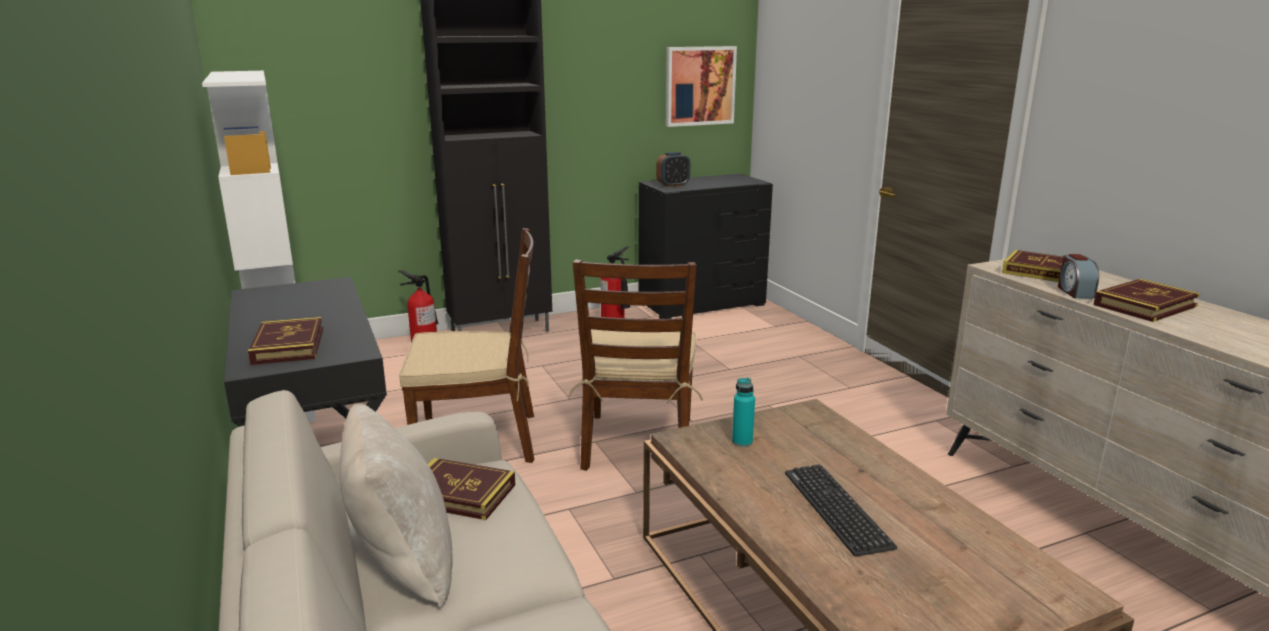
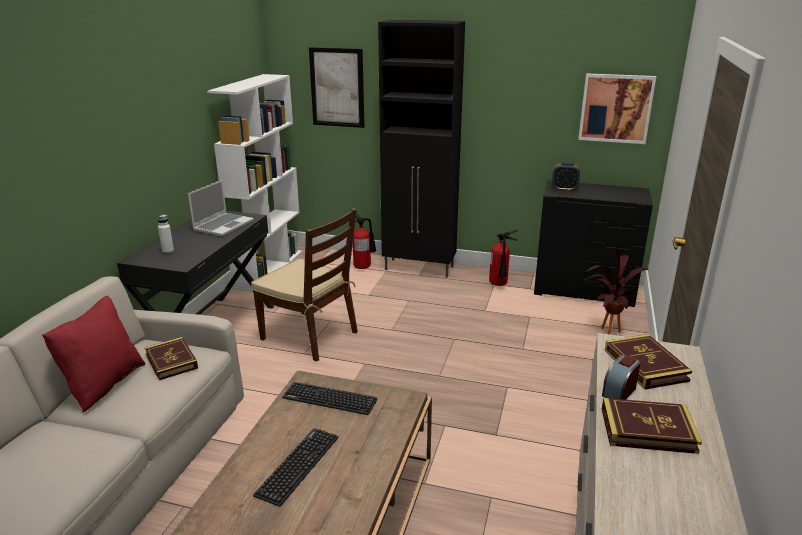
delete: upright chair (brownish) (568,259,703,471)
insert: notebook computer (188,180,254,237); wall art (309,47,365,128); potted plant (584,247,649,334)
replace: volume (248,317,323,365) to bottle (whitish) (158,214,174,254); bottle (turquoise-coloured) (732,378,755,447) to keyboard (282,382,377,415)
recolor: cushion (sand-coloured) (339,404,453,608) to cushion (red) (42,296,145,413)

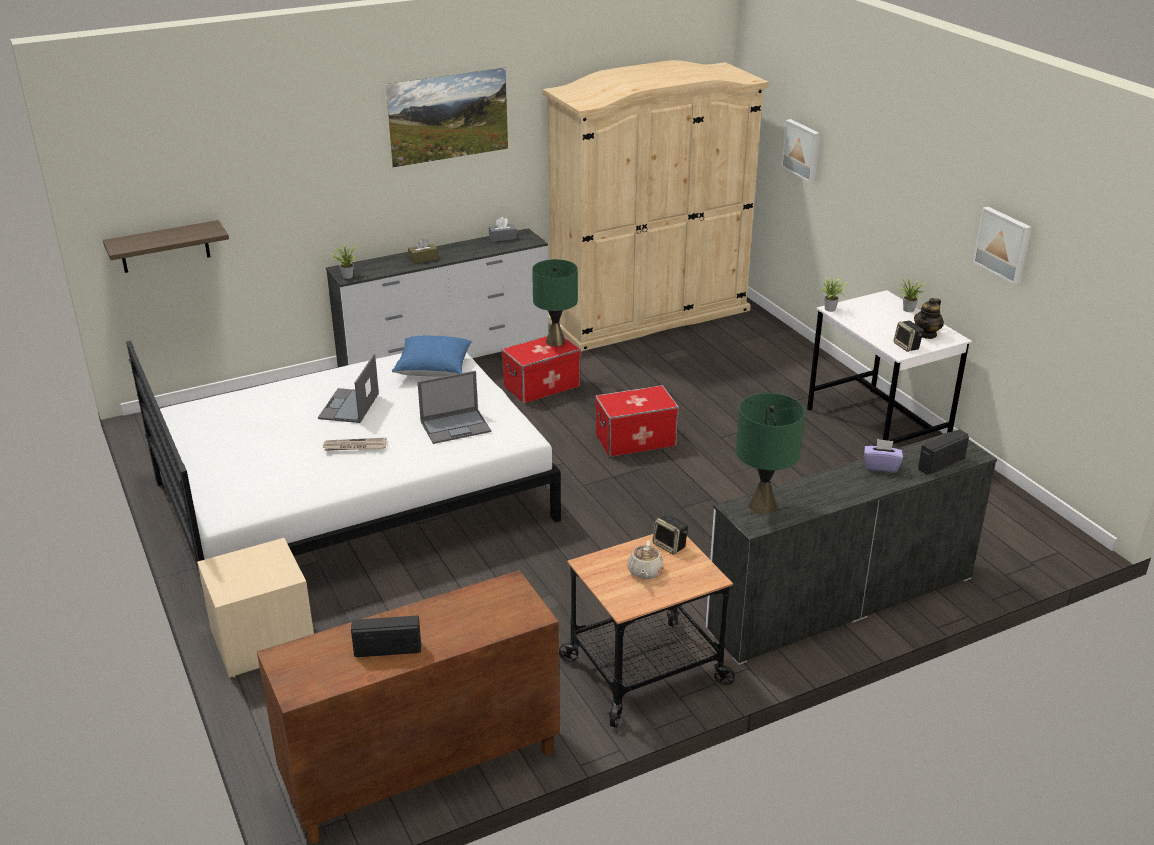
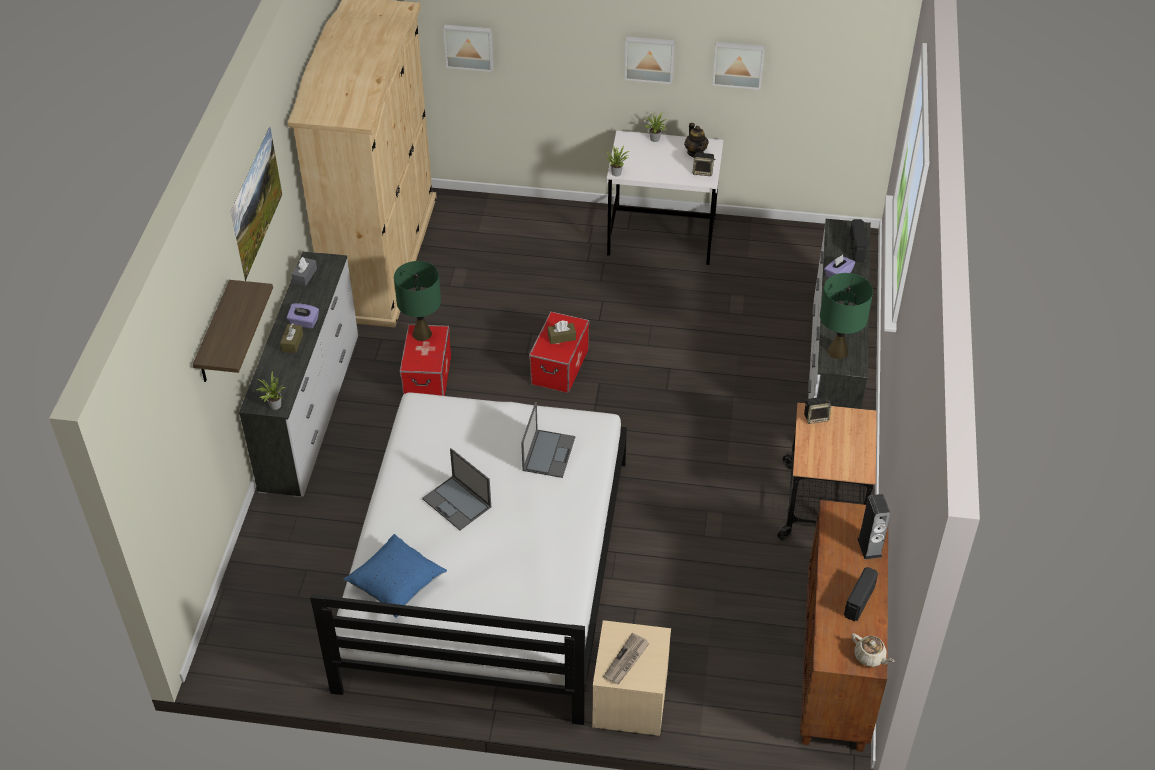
insert: tissue box (purple) (287,303,319,329); tissue box (brownish) (548,320,576,344); wall art (625,36,675,84); audio speaker (857,494,891,560)
move: bracket shelf (103,220,229,273) to (193,280,273,382); printed paper (322,438,387,451) to (603,633,650,684); cushion (blue) (392,336,472,377) to (343,534,447,618); pot for tea (sand-coloured) (627,540,664,579) to (852,633,895,667)

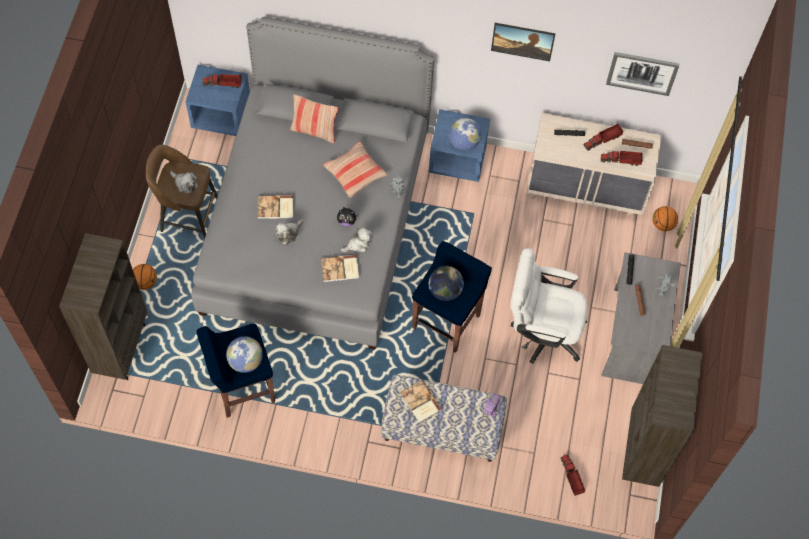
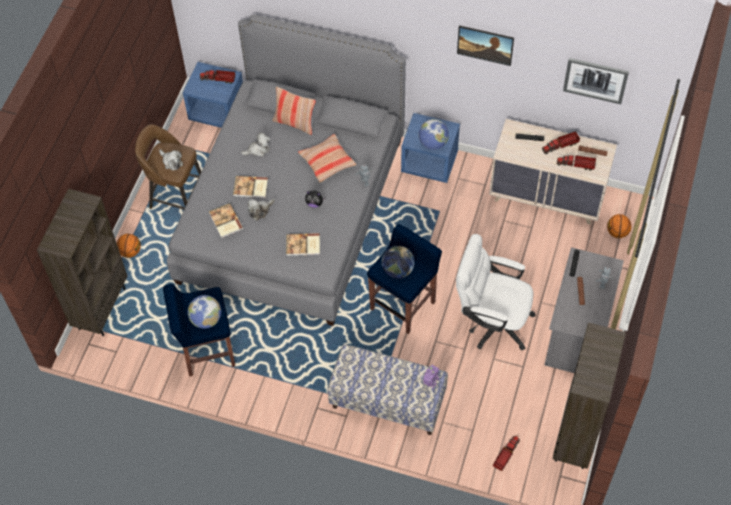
move: plush toy (340,226,372,252) to (241,133,270,157); volume (400,380,442,423) to (209,203,243,238)
rotate: toy truck (561,455,585,496) = (493,436,520,471) 45 degrees clockwise

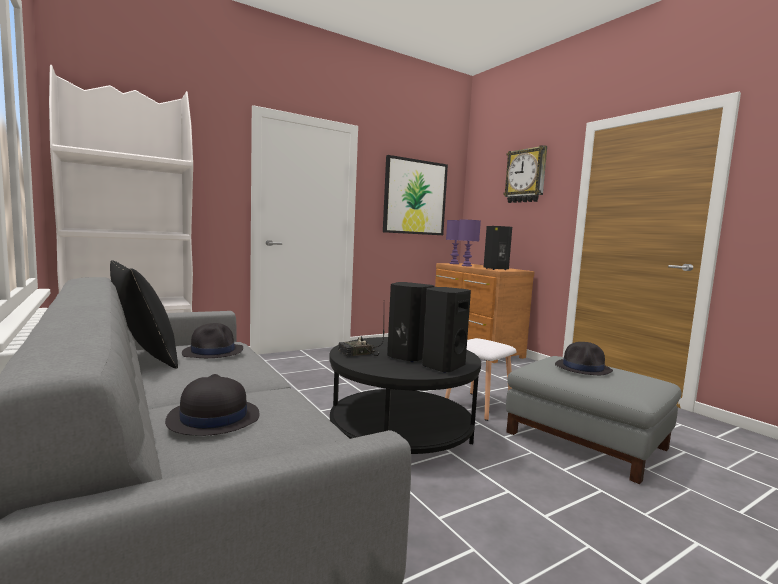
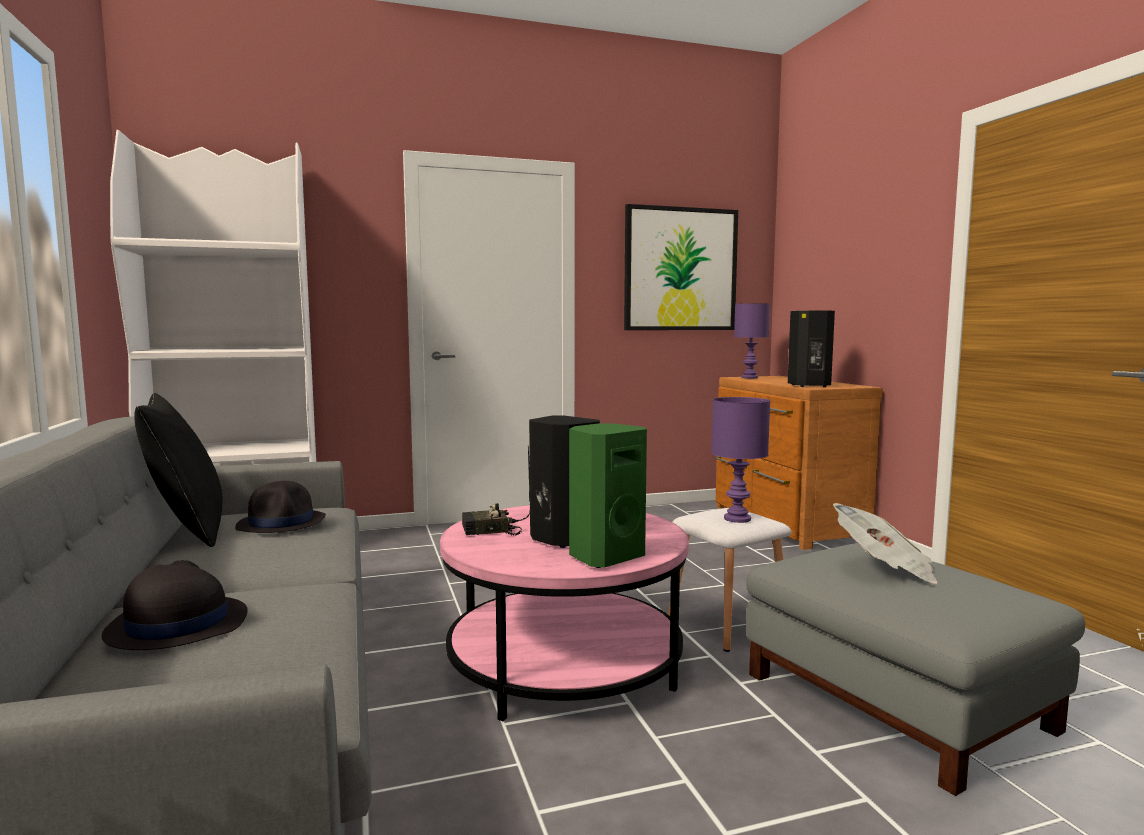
delete: hanging clock (503,145,547,203)
move: table lamp (purple) (458,220,481,267) to (711,397,770,523)
replace: hat (black-coloured) (555,342,613,375) to printed paper (833,503,937,584)
recolor: lounge table (black-coloured) (329,337,481,454) to lounge table (pinkish) (440,505,689,721); audio speaker (black-coloured) (422,287,471,373) to audio speaker (green) (569,423,647,568)

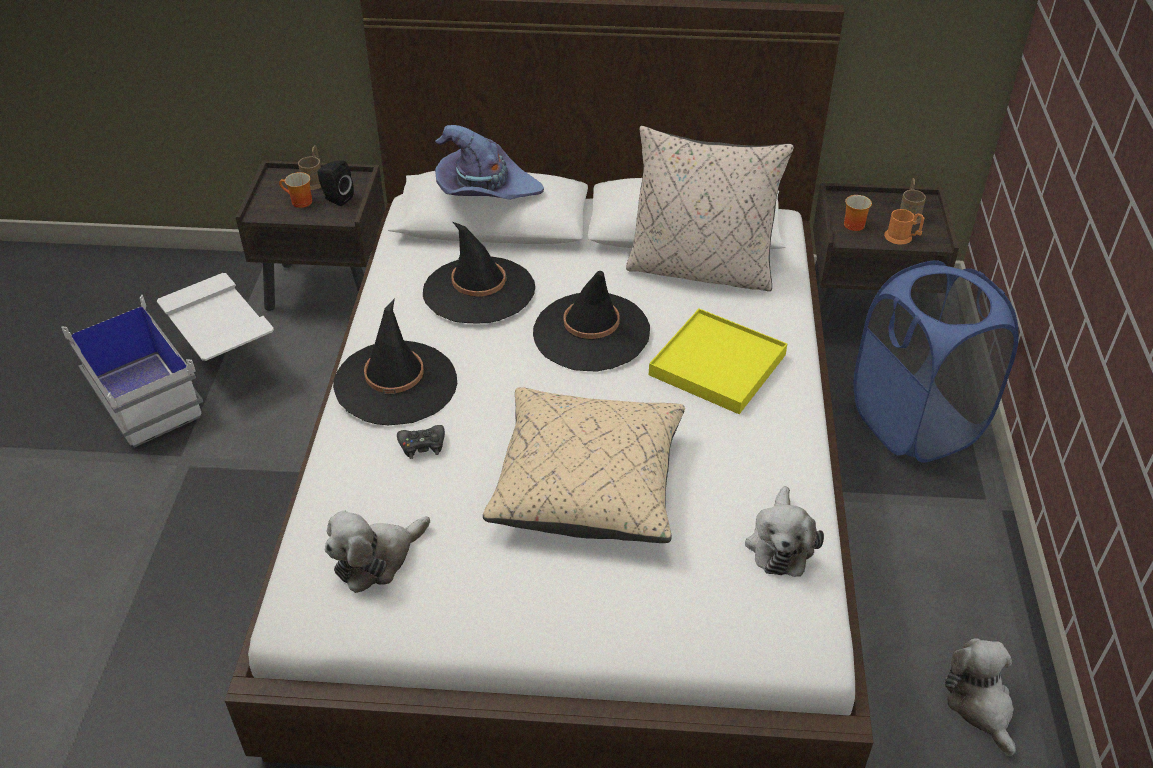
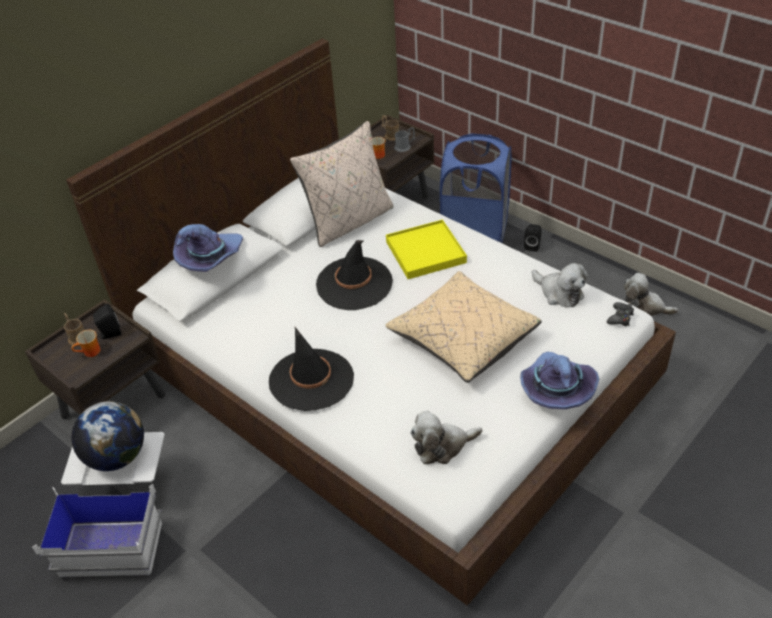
delete: hat (black-coloured) (423,221,535,323)
insert: world globe (71,401,144,471); hat (purple) (520,352,599,409); audio speaker (black-coloured) (524,224,542,252)
move: joypad (black-coloured) (397,425,445,459) to (607,302,634,326)
recolor: tea mug (orange) (884,209,925,245) to tea mug (grey) (394,128,415,152)
rotate: plush toy (325,510,430,593) = (410,411,482,464) 75 degrees clockwise

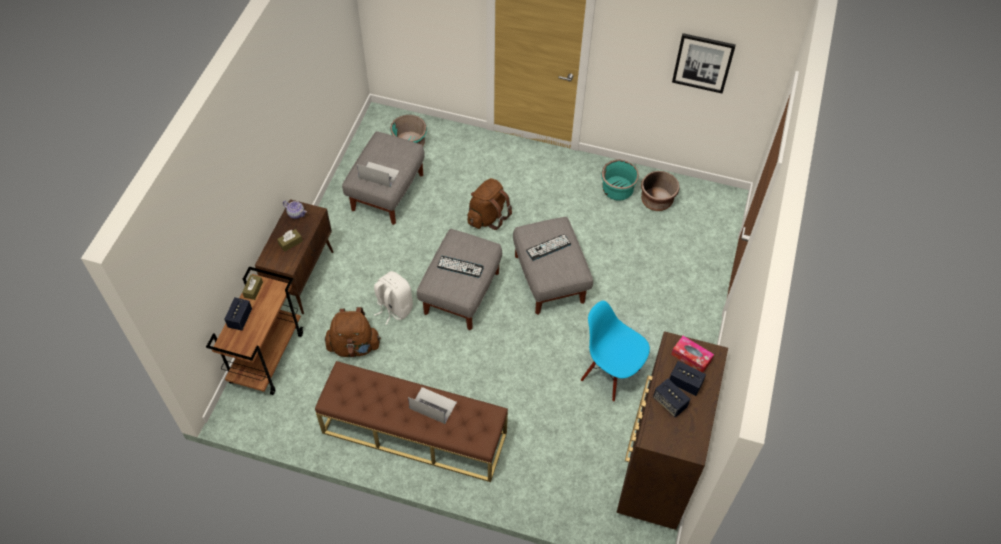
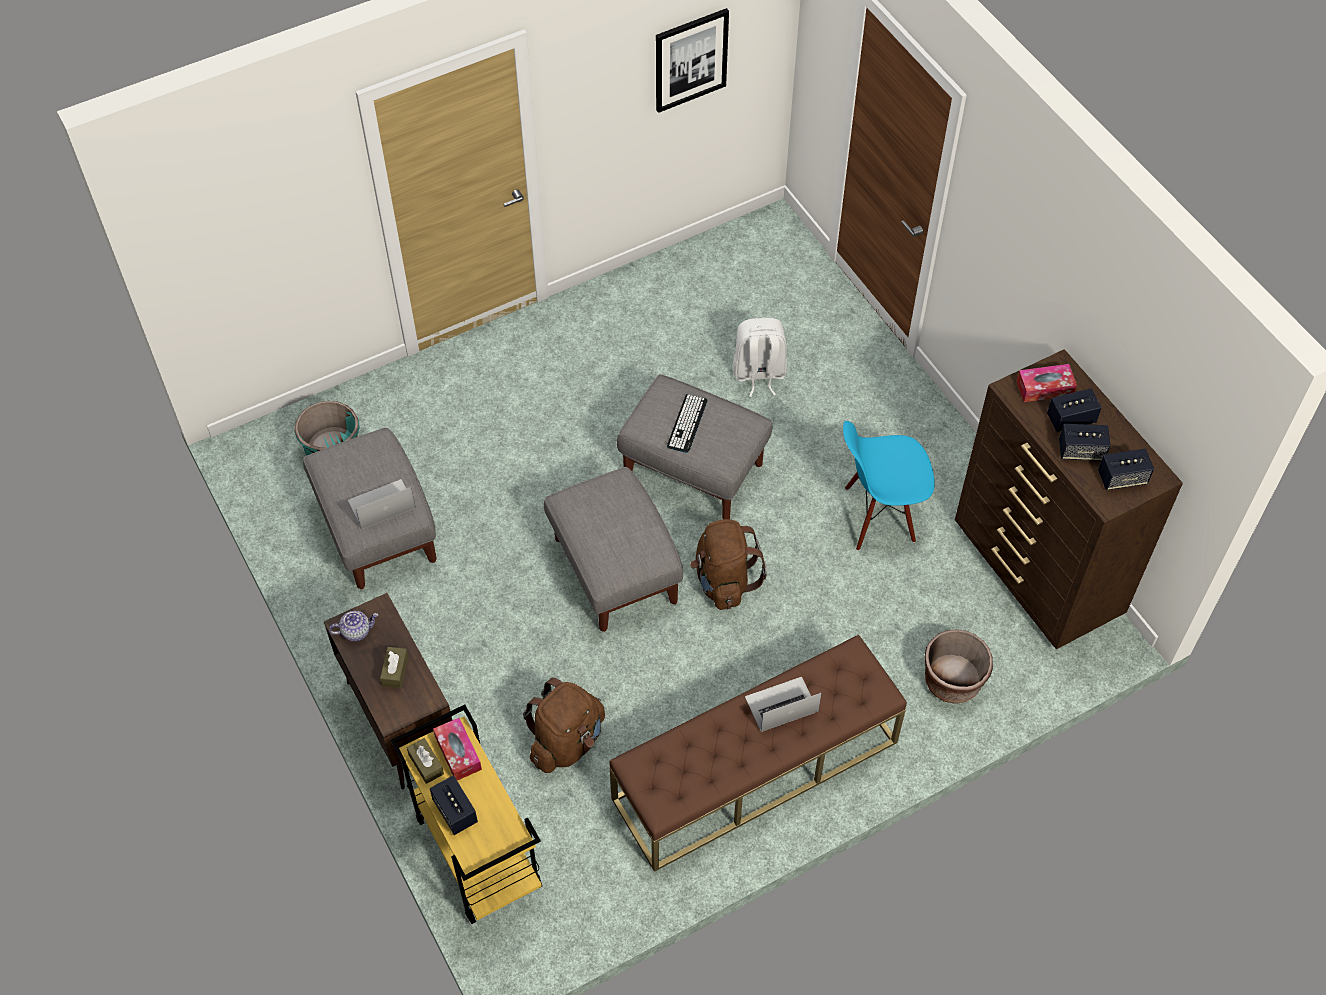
delete: keyboard (437,256,484,278); flower pot (turquoise-coloured) (601,160,639,201)
insert: tissue box (433,718,482,780); audio speaker (1098,449,1154,490)
move: knapsack (whitish) (374,271,413,325) to (732,318,787,397); knapsack (brownish) (468,178,512,230) to (690,519,767,610); flower pot (brownish) (641,171,679,211) to (924,629,993,704)
recolor: wheeled cart (brownish) (206,267,303,395) to wheeled cart (yellow-coloured) (391,705,542,924)

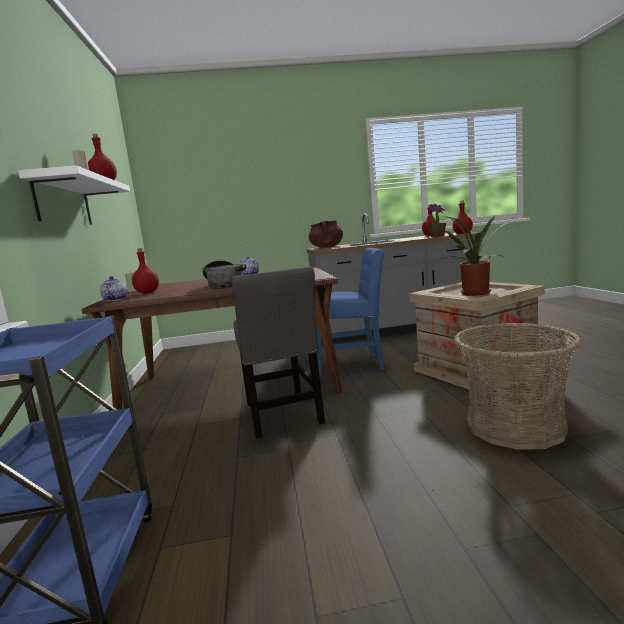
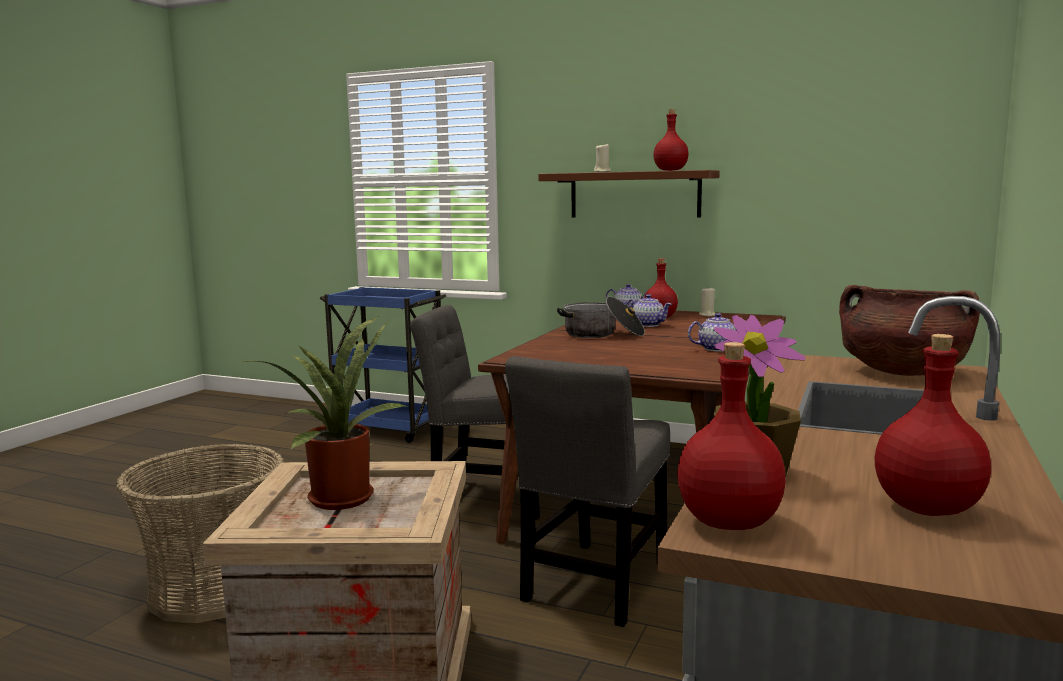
insert: pot for tea (626,294,672,327)
recolor: bracket shelf (whitish) (18,165,130,225) to bracket shelf (brownish) (538,170,720,217); upright chair (blue) (316,248,385,377) to upright chair (grey) (505,356,670,627)

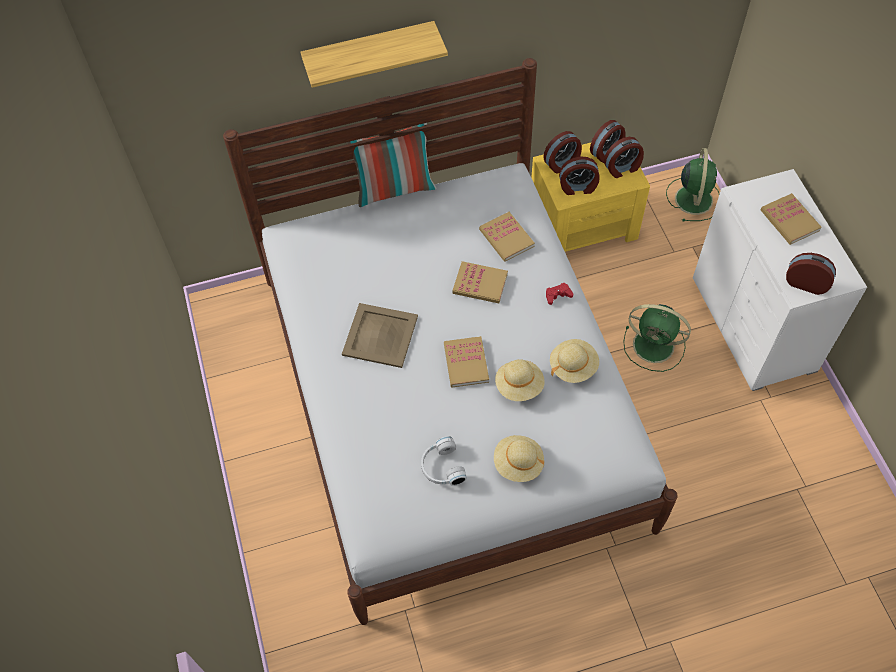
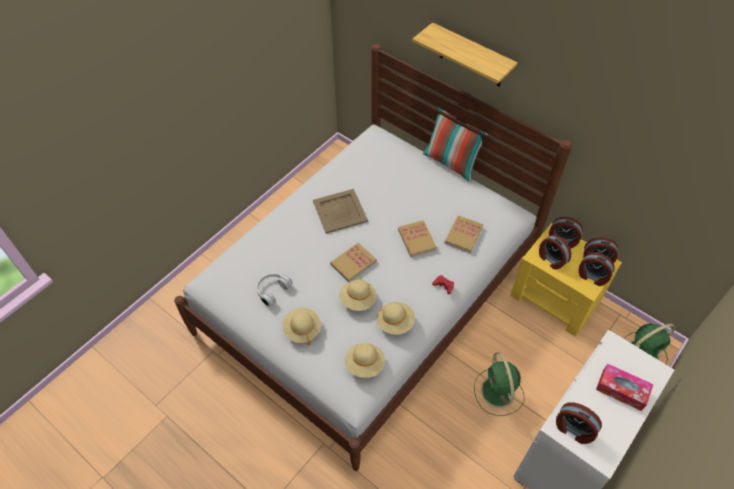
insert: hat (sand-coloured) (345,343,385,378)
replace: volume (761,193,822,245) to tissue box (596,364,654,411)
rotate: bedside clock (786,253,836,295) = (556,402,602,444) 135 degrees clockwise

